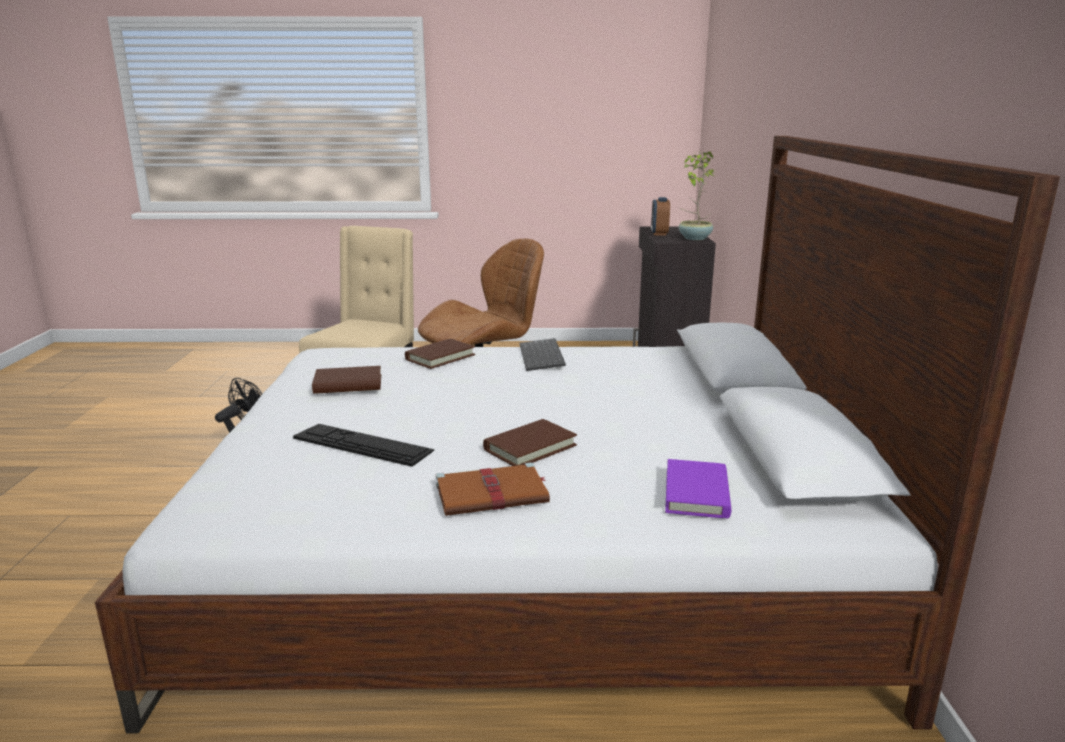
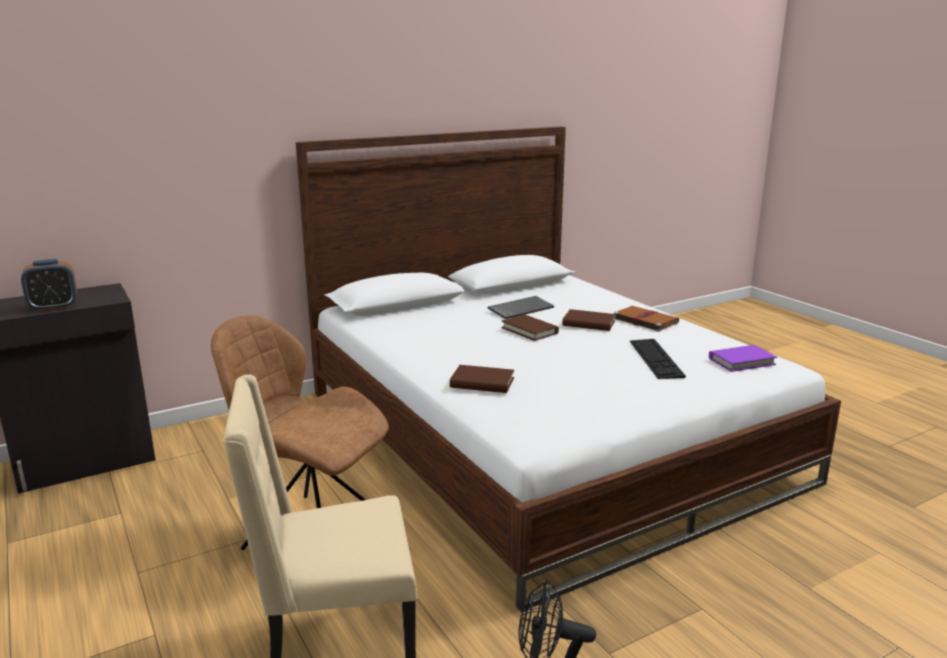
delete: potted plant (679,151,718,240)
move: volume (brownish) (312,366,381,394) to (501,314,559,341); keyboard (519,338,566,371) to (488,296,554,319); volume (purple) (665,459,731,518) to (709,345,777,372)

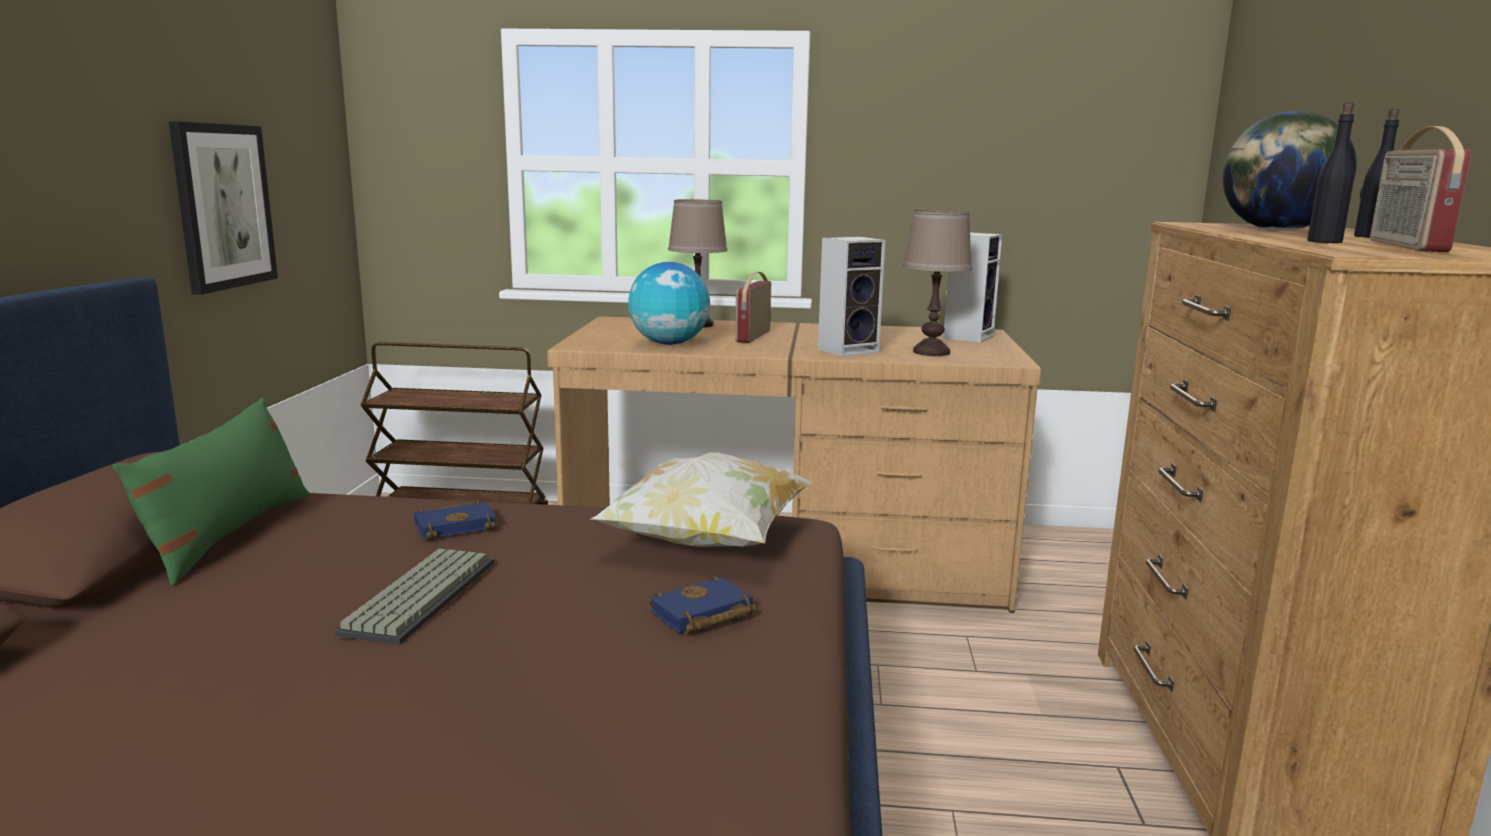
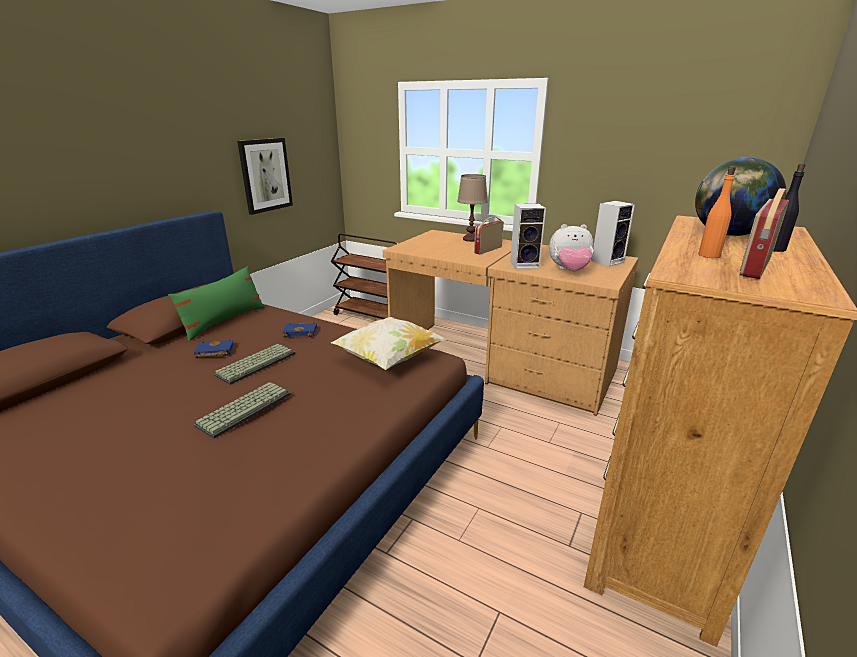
delete: world globe (628,262,710,345)
insert: keyboard (194,382,291,439)
move: volume (blue) (648,575,756,635) to (194,339,234,358)
replace: table lamp (brownish) (903,210,972,356) to plush toy (549,224,594,271)
recolor: bottle (black-coloured) (1307,102,1354,243) to bottle (orange) (698,166,736,258)

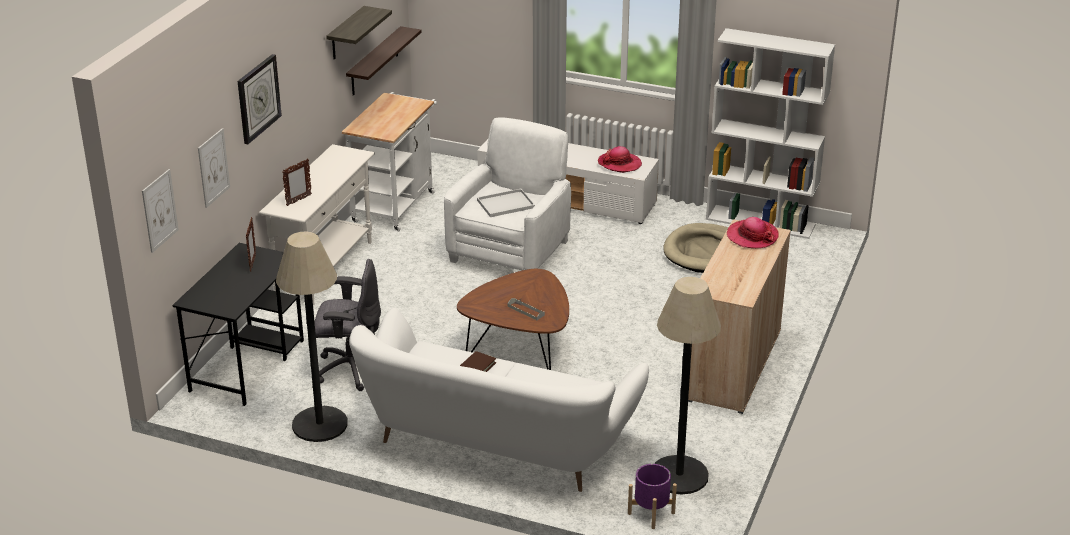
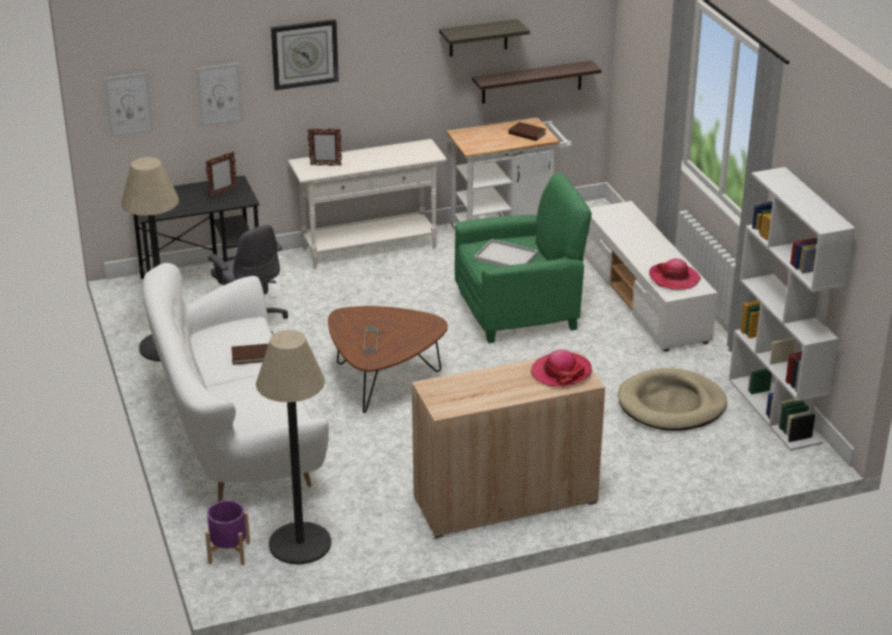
insert: volume (brownish) (508,122,546,141)
recolor: lounge chair (whitish) (444,118,571,270) to lounge chair (green) (455,172,592,343)

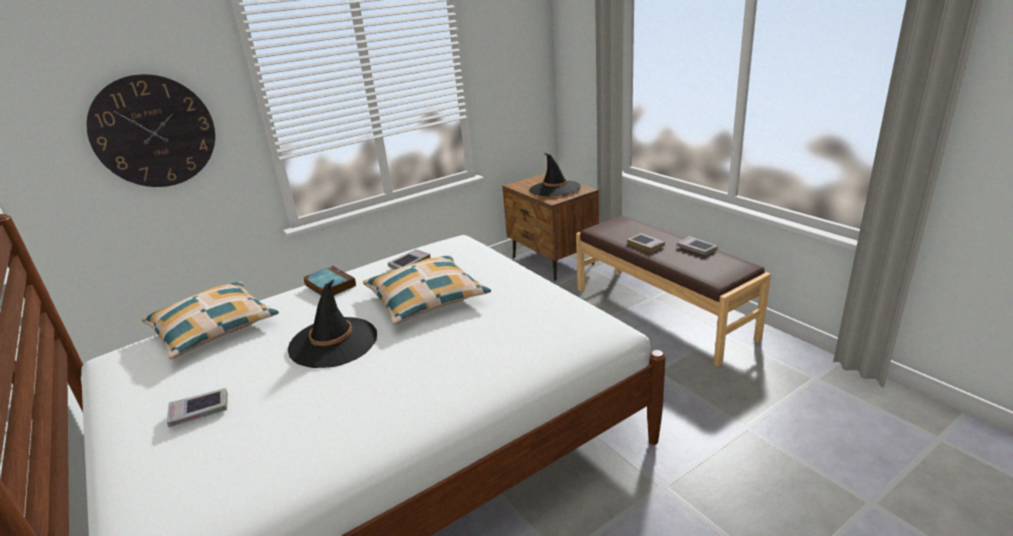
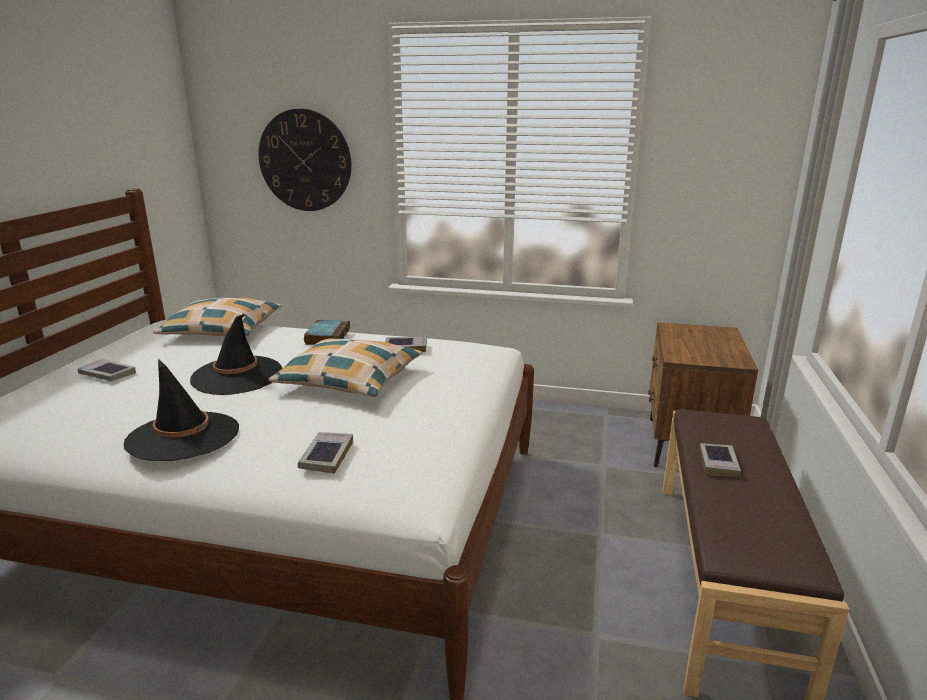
move: hat (black-coloured) (529,153,581,196) to (124,358,239,461); volume (677,236,718,255) to (298,432,353,474)

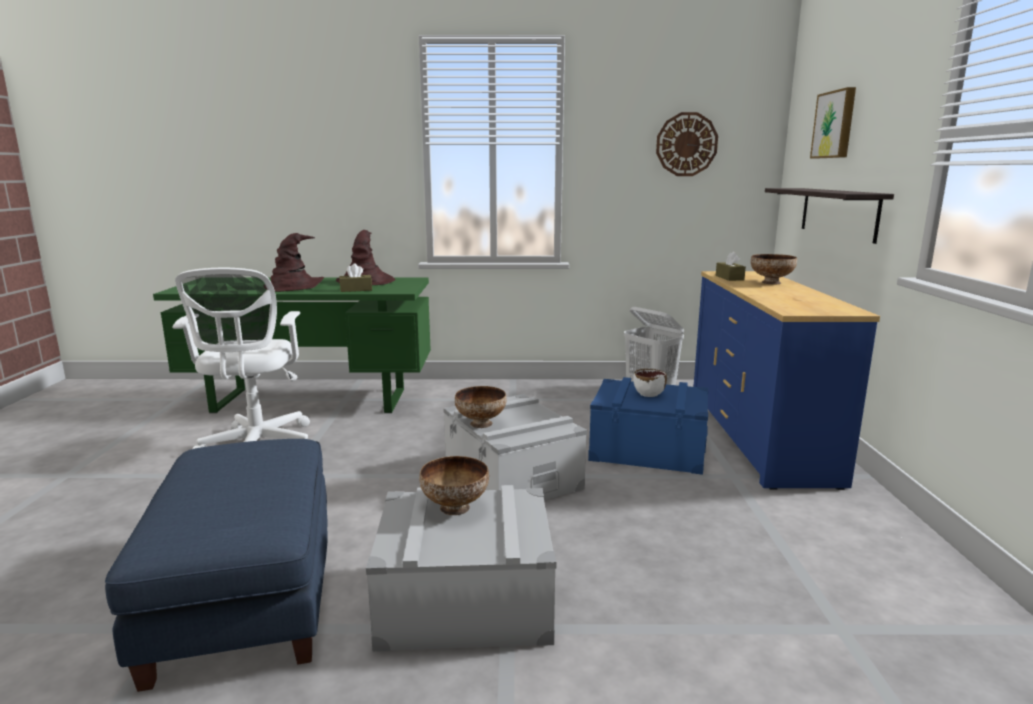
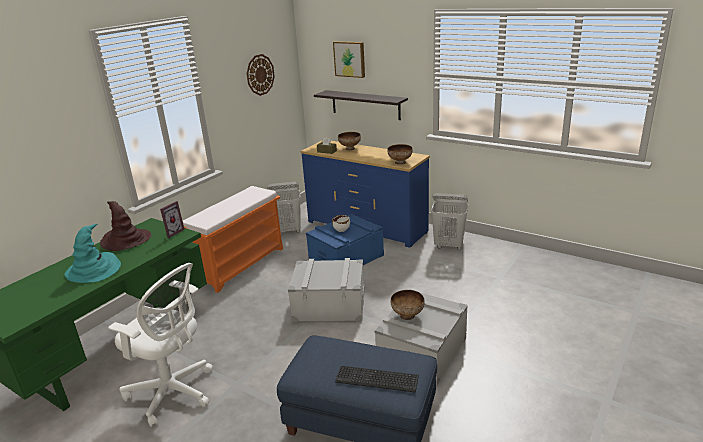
delete: tissue box (brownish) (339,263,372,292)
insert: picture frame (160,201,185,238); bench (orange) (183,186,283,293); keyboard (335,366,419,393); washing basket (whitish) (431,193,468,250)
move: bowl (455,386,507,428) to (387,144,413,165)
recolor: hat (brownish) (270,233,324,292) to hat (turquoise-coloured) (64,224,121,283)

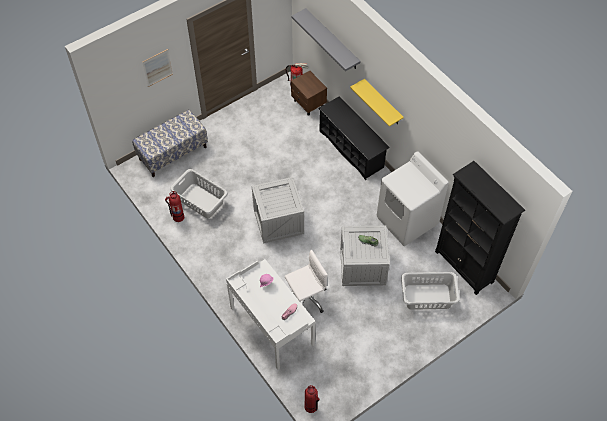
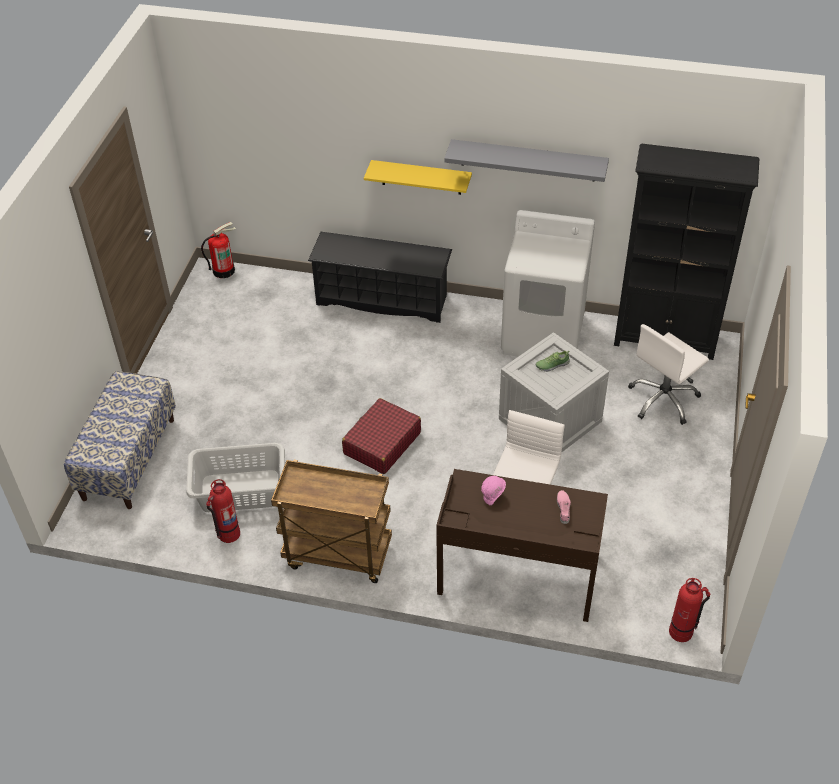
delete: wall art (142,49,173,87); bedside table (brownish) (291,71,327,116)
insert: wheeled cart (brownish) (271,460,392,583)
move: bracket shelf (grey) (291,8,361,71) to (444,139,609,182)
replace: shipping crate (252,177,304,243) to piece of luggage (red) (342,398,421,474); washing basket (grey) (401,272,460,310) to office chair (whitish) (628,324,709,425)
recolor: desk (whitish) (226,259,315,370) to desk (brownish) (436,469,608,622)

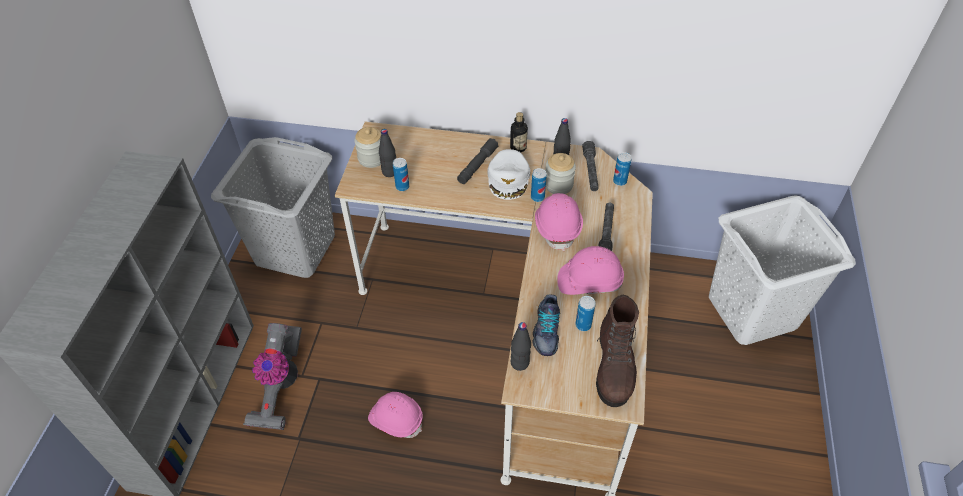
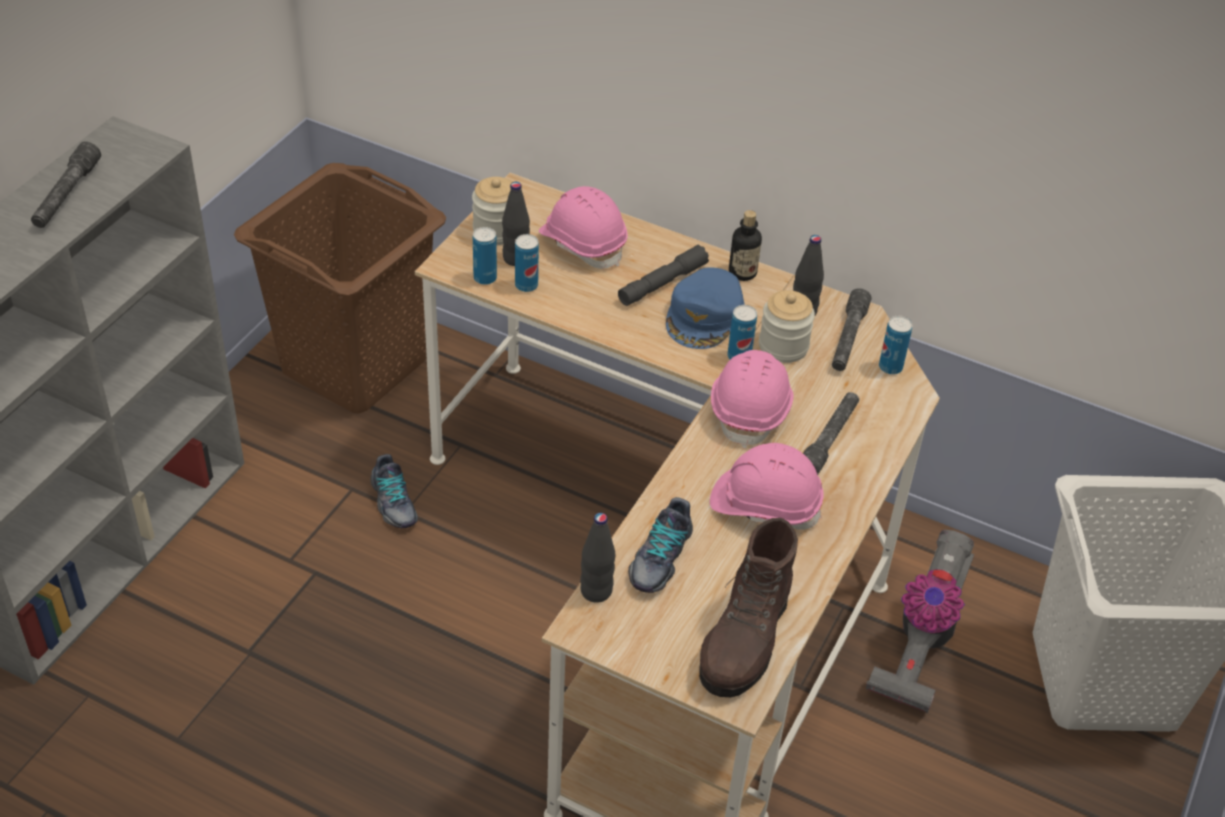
insert: hand torch (grey) (31,141,101,228); low shoe (370,454,418,528)
move: hoover (243,323,302,430) to (866,530,974,713); hard hat (pinkish) (368,392,423,438) to (539,186,628,269); sealed can (575,296,595,331) to (473,227,497,285)
recolor: washing basket (grey) (211,137,335,278) to washing basket (brownish) (234,163,446,414); baseball cap (whitish) (488,149,530,200) to baseball cap (blue) (666,267,744,349)

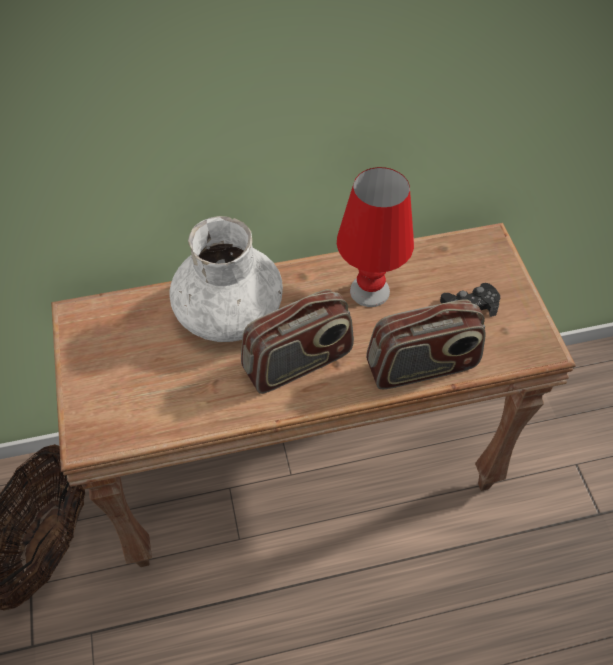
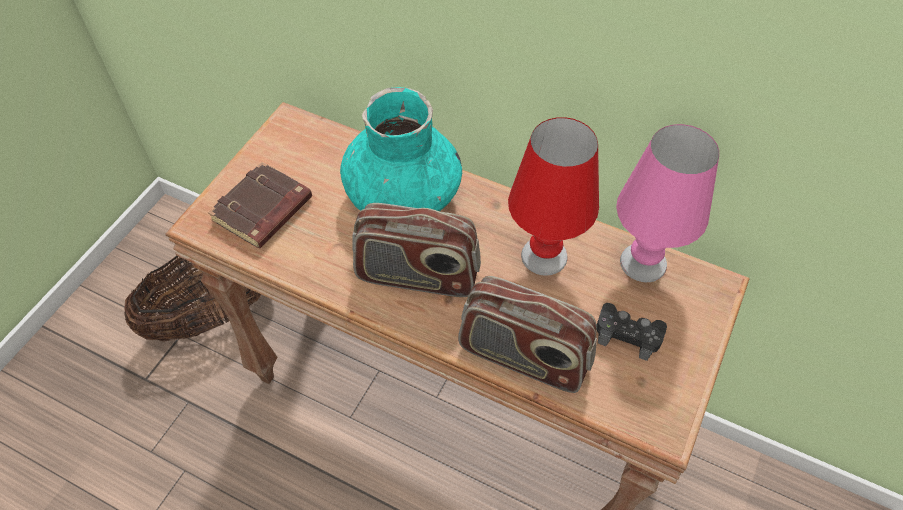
insert: volume (brownish) (207,162,312,248); table lamp (pinkish) (616,124,719,282)
recolor: flower vase (whitish) (169,216,283,342) to flower vase (turquoise-coloured) (340,87,462,211)

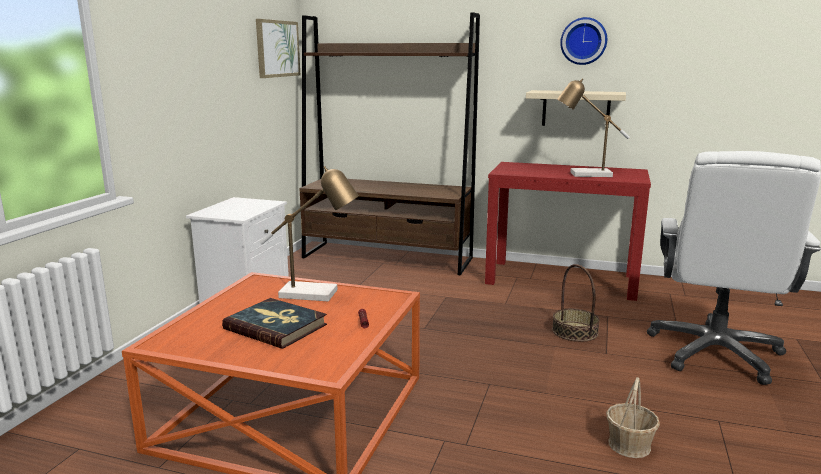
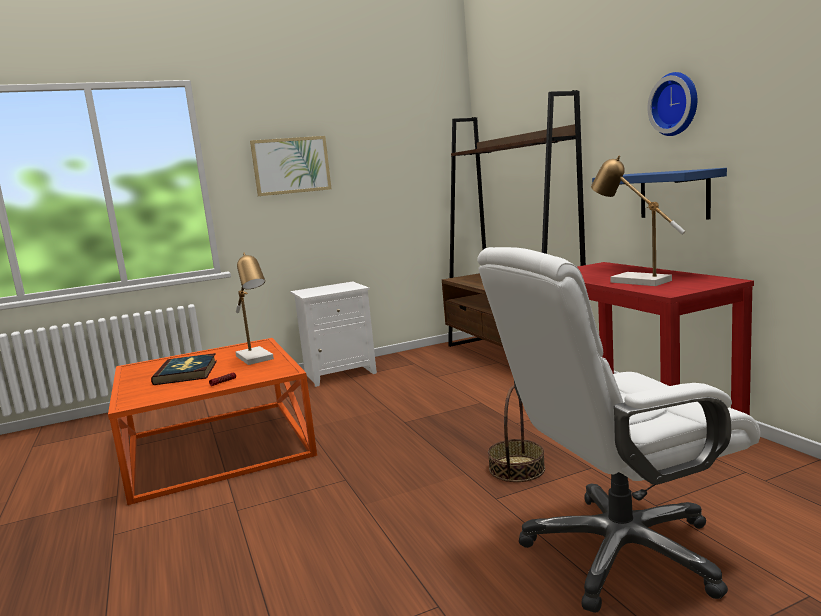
delete: storage basket (606,377,660,458)
move: wall art (256,19,300,78) to (250,136,332,196)
recolor: bracket shelf (sand-coloured) (526,90,626,127) to bracket shelf (blue) (592,168,727,219)

